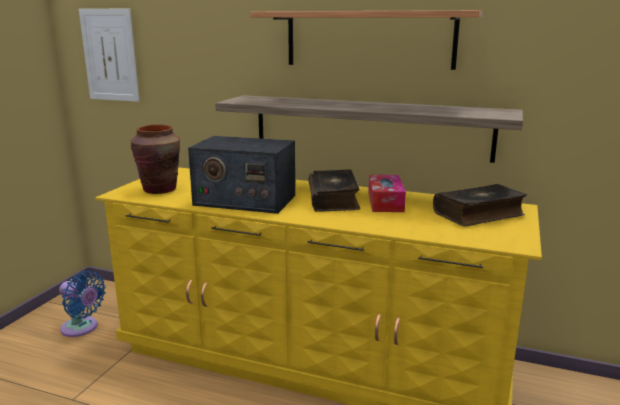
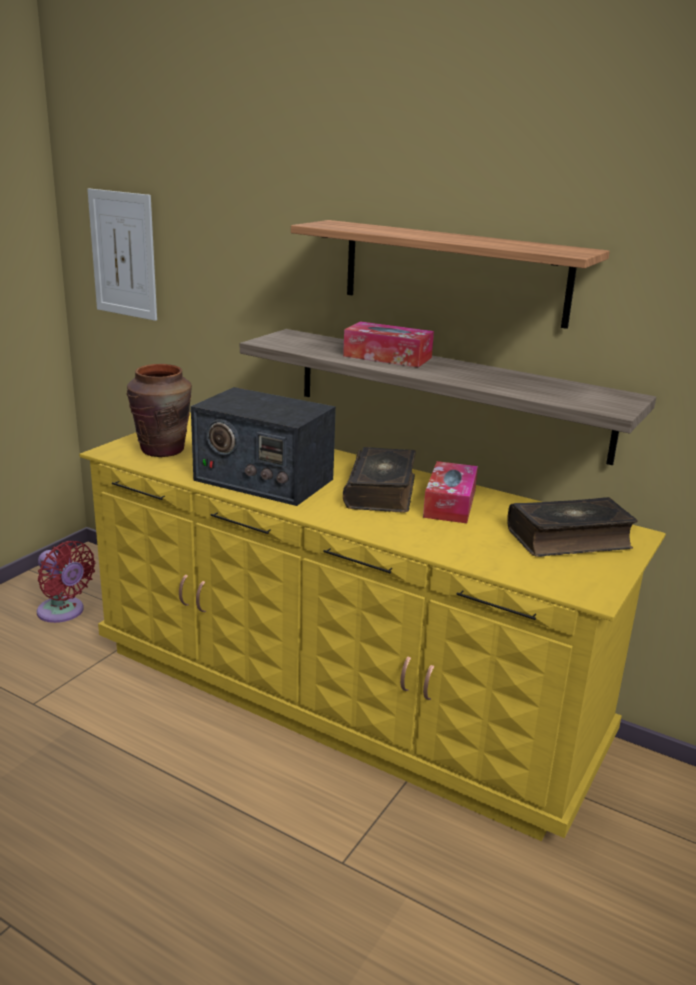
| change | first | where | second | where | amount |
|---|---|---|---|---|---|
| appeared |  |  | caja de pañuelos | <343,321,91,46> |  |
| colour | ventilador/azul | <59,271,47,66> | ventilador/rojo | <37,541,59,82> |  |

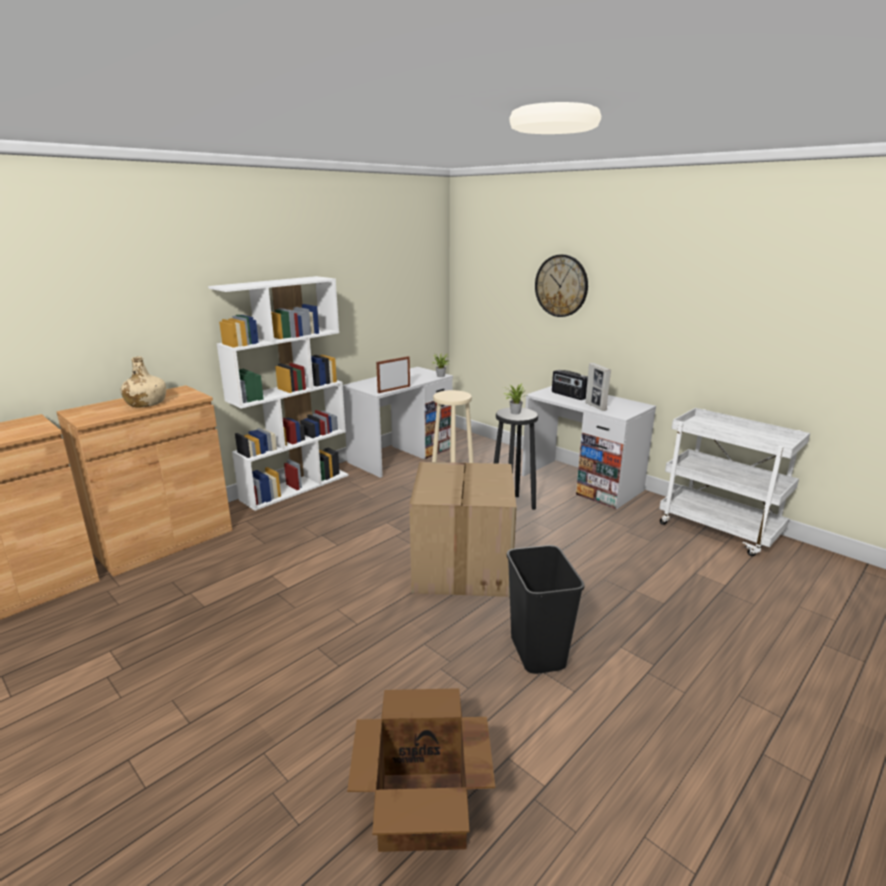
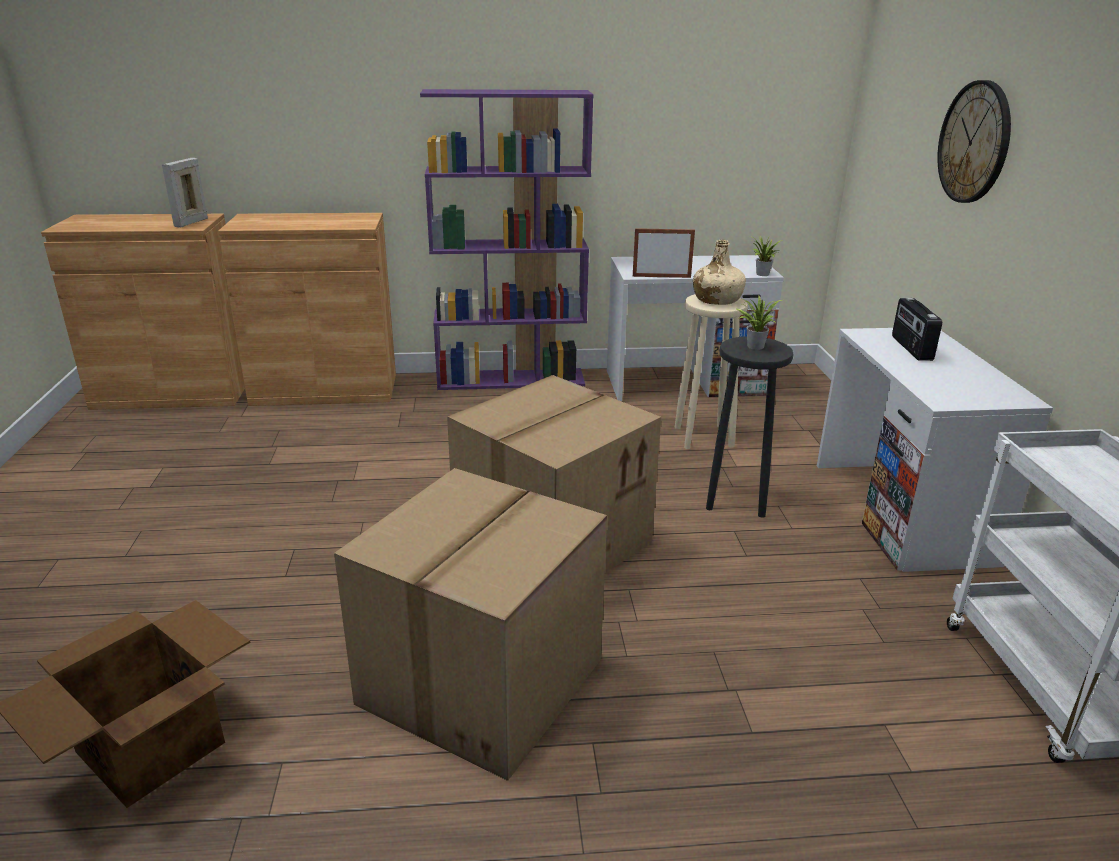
| change | first | where | second | where | amount |
|---|---|---|---|---|---|
| relocated | botella/beis | <120,356,46,51> |  | <693,240,53,65> |  |
| relocated | portarretratos | <585,363,26,48> |  | <162,158,46,70> |  |
| exchanged | papelera/negro | <507,545,77,129> | caja de cartón | <334,468,273,313> |  |
| colour | estantería/blanco | <208,276,141,235> | estantería/morado | <420,89,174,301> |  |

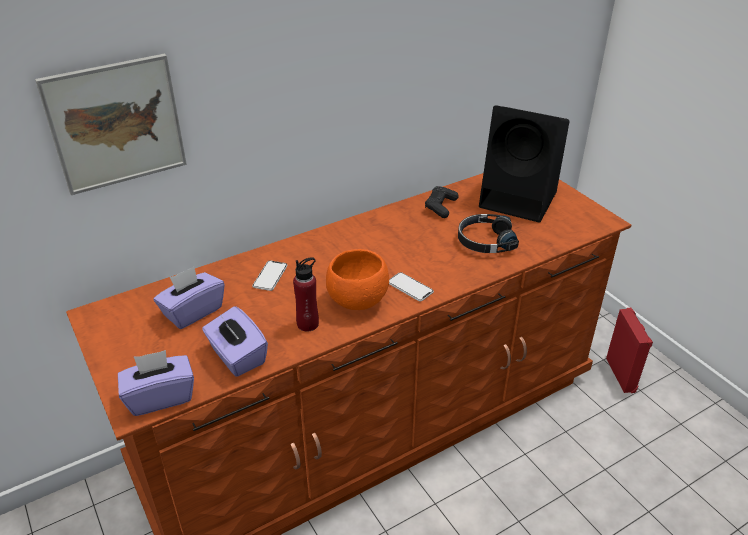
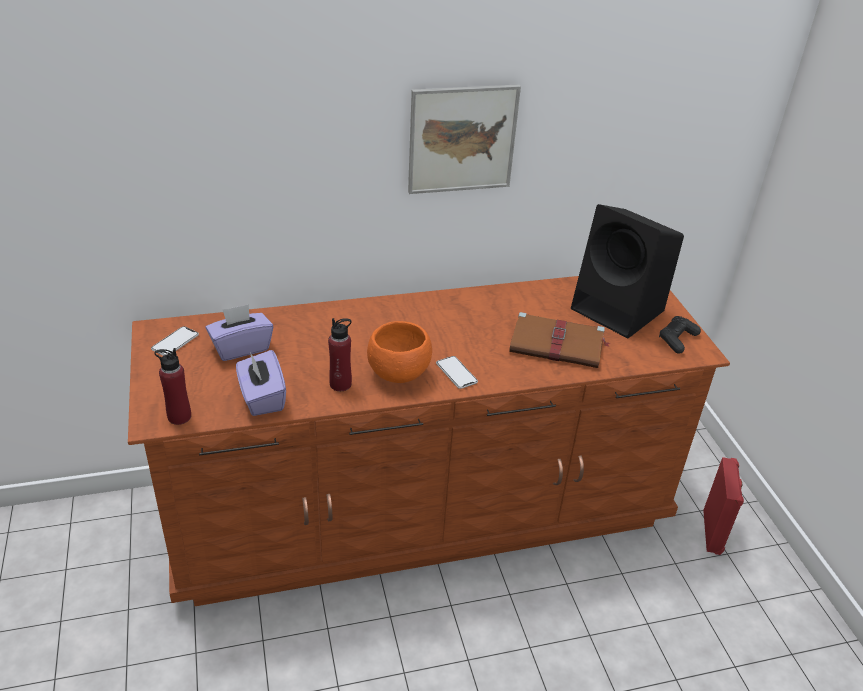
| change | first | where | second | where | amount |
|---|---|---|---|---|---|
| relocated | cuadro | <35,53,152,142> |  | <408,84,113,110> |  |
| relocated | móvil | <252,261,36,30> |  | <151,326,48,30> |  |
| relocated | mando de consola/negro | <425,186,34,32> |  | <659,316,42,38> |  |
| exchanged | caja de pañuelos/morado | <118,350,76,66> | botella/rojo | <155,348,36,77> |  |
| exchanged | auriculares/negro | <458,214,61,39> | libro/marrón | <509,312,101,56> |  |

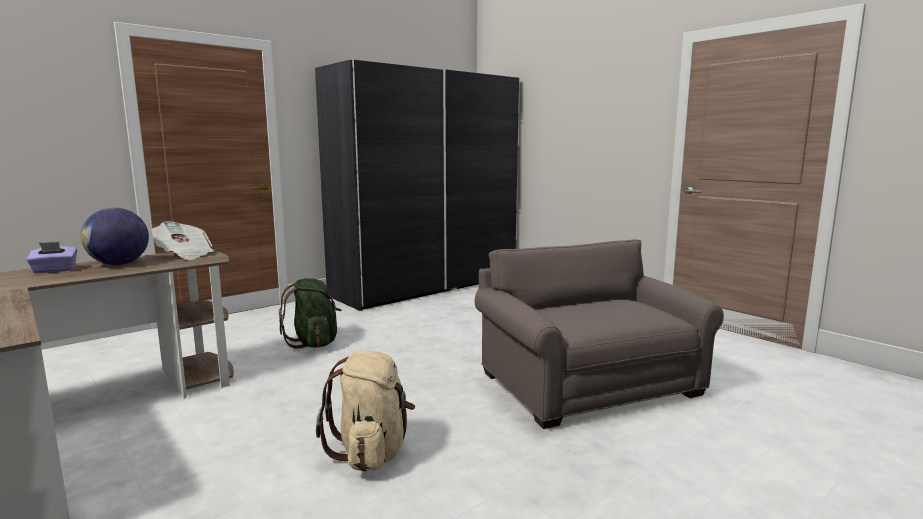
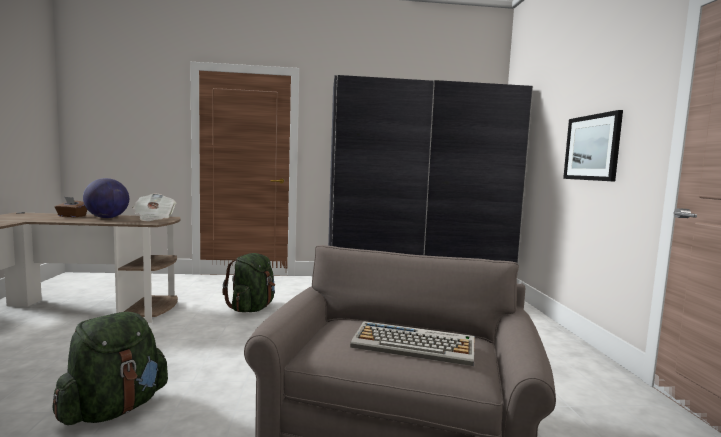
| change | first | where | second | where | amount |
|---|---|---|---|---|---|
| appeared |  |  | teclado | <350,321,124,45> |  |
| appeared |  |  | cuadro | <563,110,60,72> |  |
| colour | caja de pañuelos/morado | <26,242,51,31> | caja de pañuelos/marrón | <55,197,32,20> |  |
| colour | mochila/beis | <316,350,99,122> | mochila/verde | <52,312,116,113> |  |

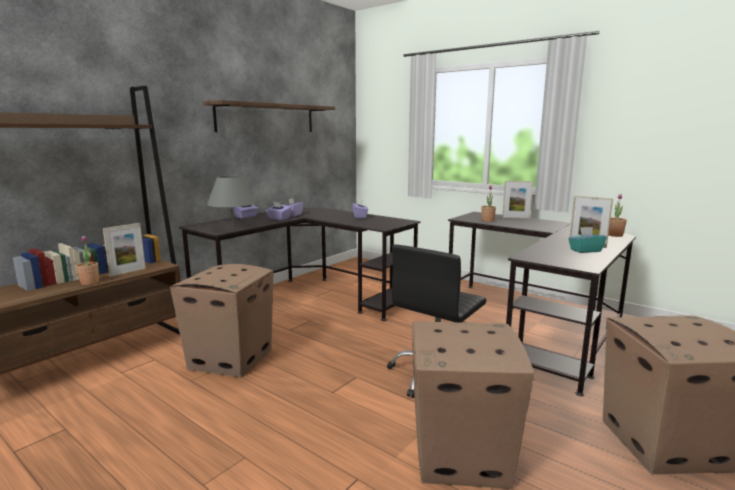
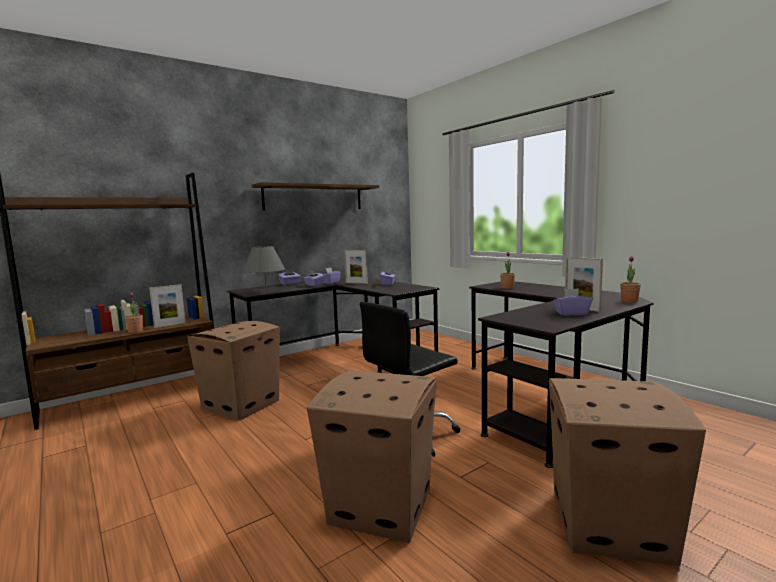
| change | first | where | second | where | amount |
|---|---|---|---|---|---|
| relocated | portarretratos | <502,181,31,38> |  | <344,250,24,34> |  |
| colour | caja de pañuelos/turquesa | <568,227,39,26> | caja de pañuelos/morado | <553,288,39,28> |  |

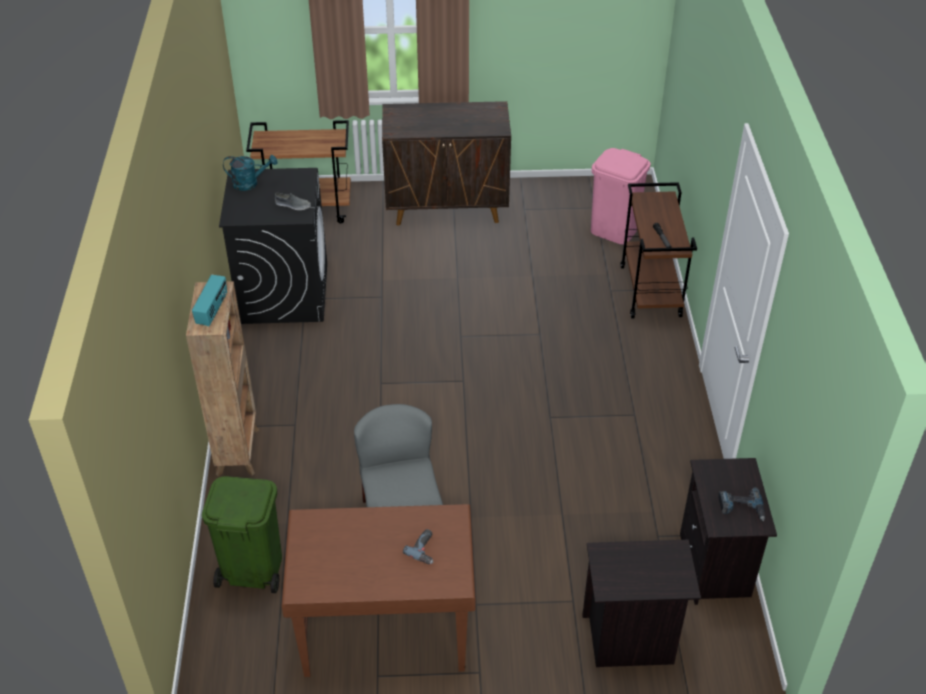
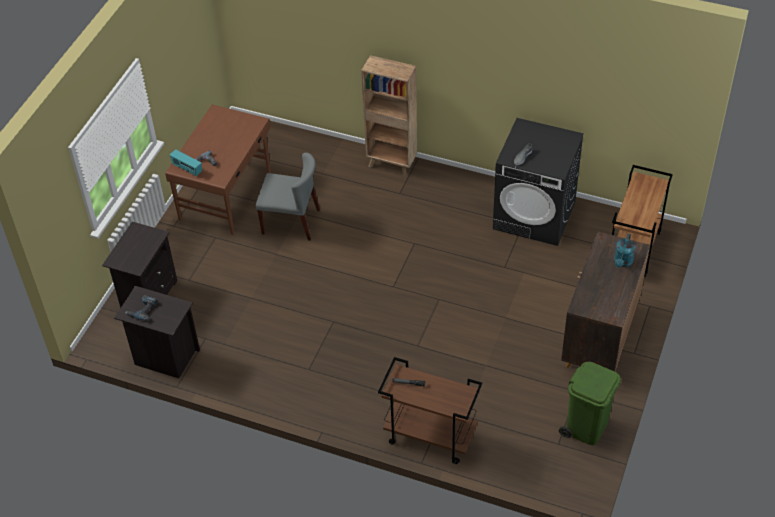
| change | first | where | second | where | amount |
|---|---|---|---|---|---|
| missing | papelera/rosa | <591,148,60,96> |  |  |  |
| relocated | radio | <192,275,35,51> |  | <170,149,32,27> |  |
| relocated | papelera/verde | <202,476,80,117> |  | <559,362,62,83> |  |
| relocated | regadera/turquesa | <223,155,55,36> |  | <614,233,21,34> |  |

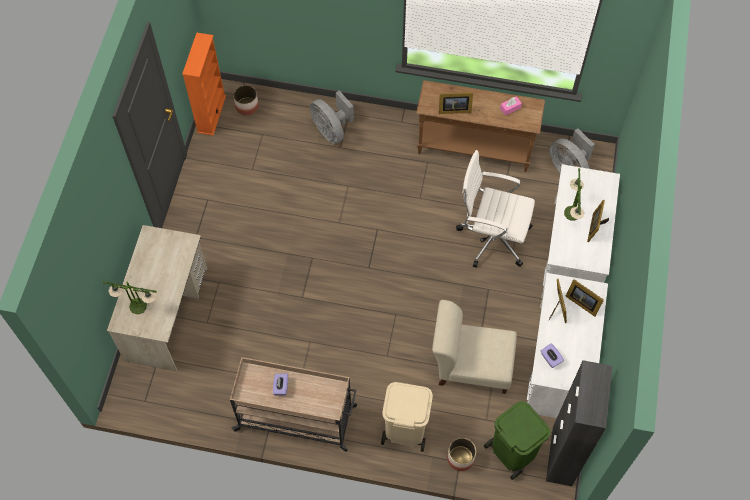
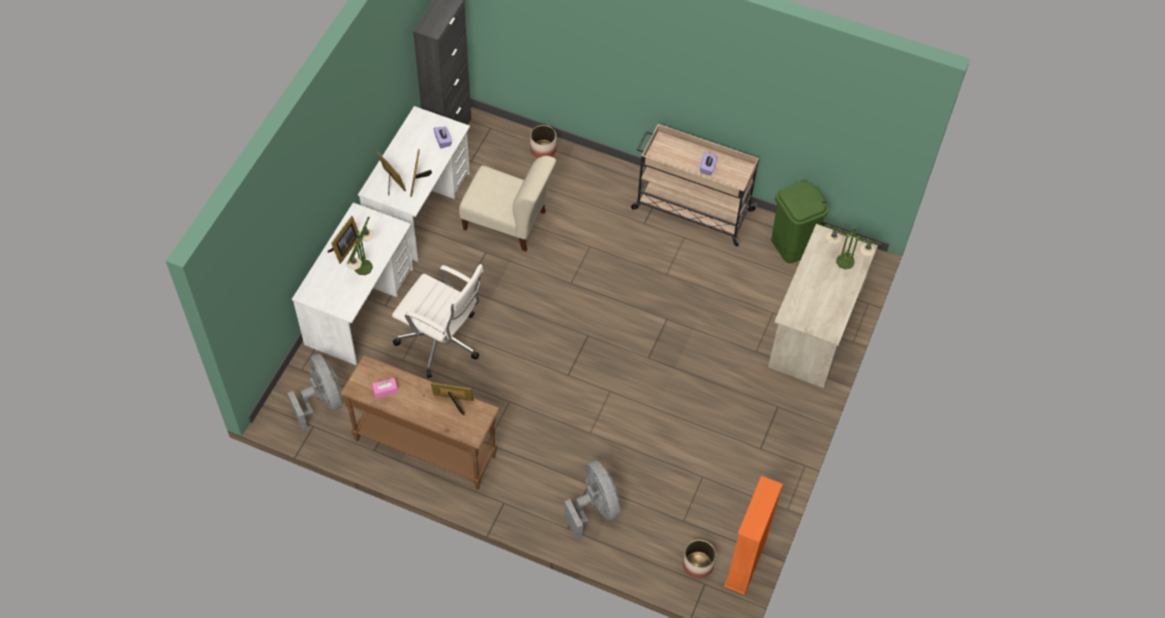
| change | first | where | second | where | amount |
|---|---|---|---|---|---|
| missing | papelera/beis | <381,382,52,70> |  |  |  |
| relocated | papelera/verde | <484,401,67,79> |  | <771,181,57,82> |  |

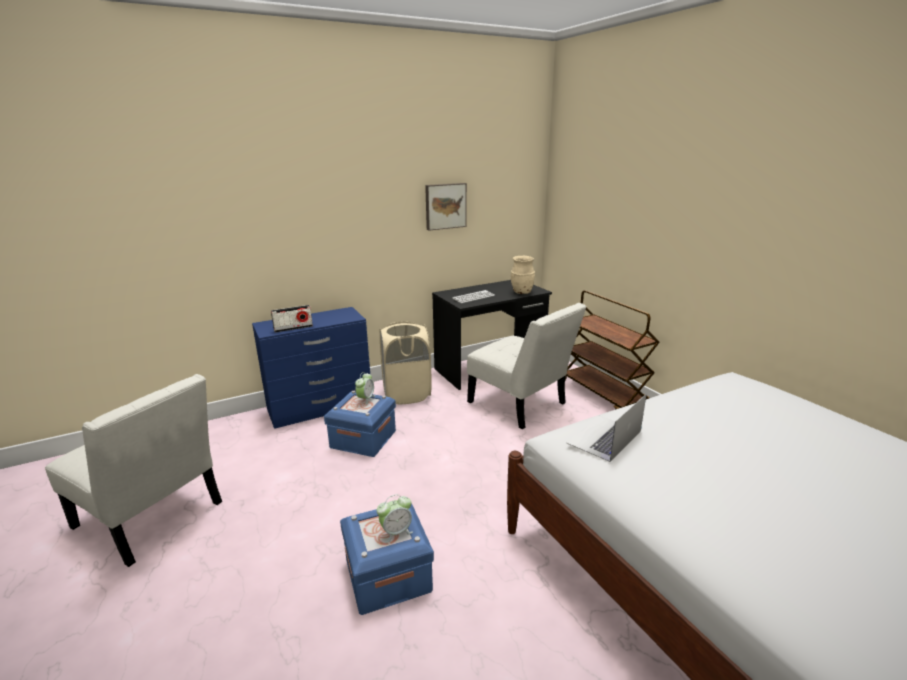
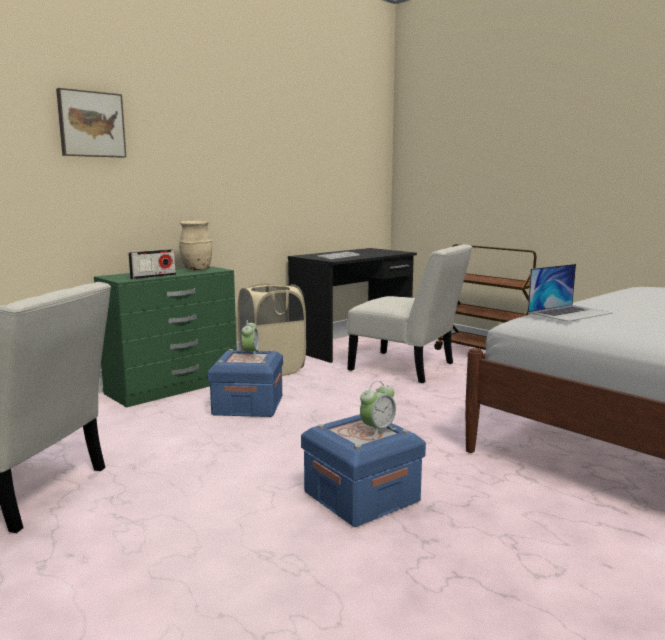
| change | first | where | second | where | amount |
|---|---|---|---|---|---|
| relocated | cuadro | <425,183,42,48> |  | <56,88,70,70> |  |
| relocated | florero/beis | <511,256,24,38> |  | <179,221,33,50> |  |
| colour | cómoda/azul | <252,307,118,122> | cómoda/verde | <94,266,143,141> |  |
| spun | portátil | <566,394,81,68> |  | <528,264,85,58> | 150 degrees counterclockwise |

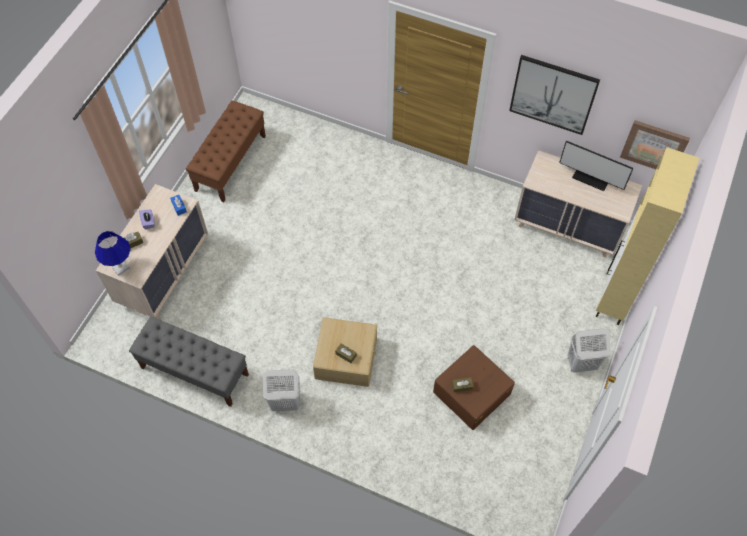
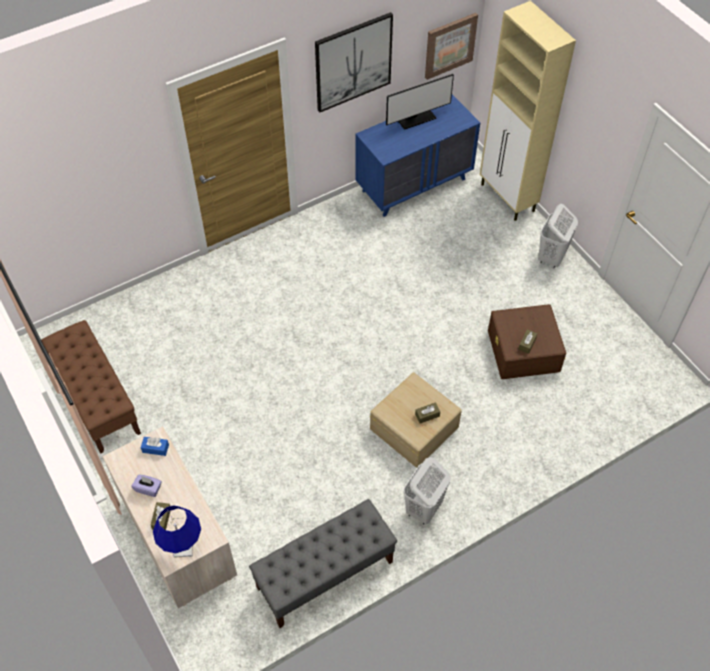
| change | first | where | second | where | amount |
|---|---|---|---|---|---|
| colour | cómoda/beis | <514,150,128,108> | cómoda/azul | <355,94,125,123> |  |

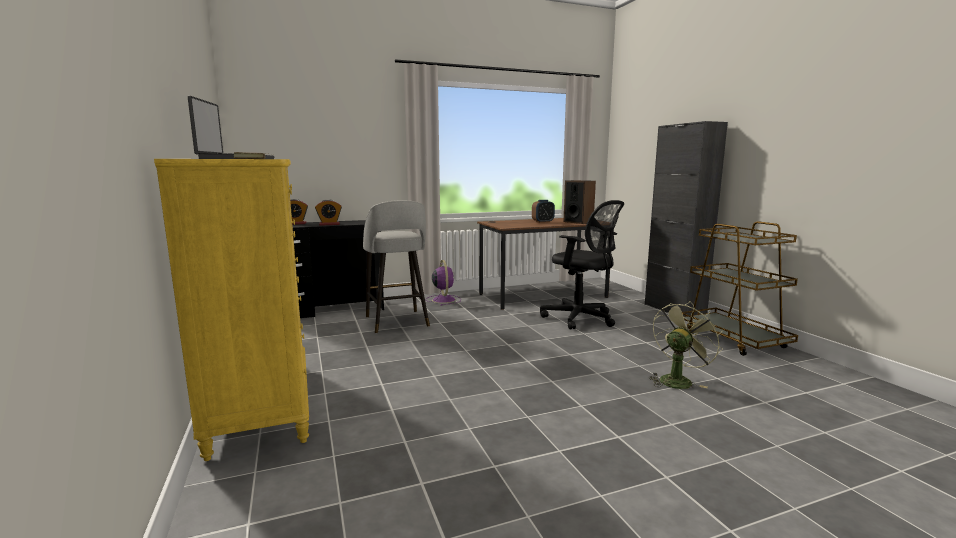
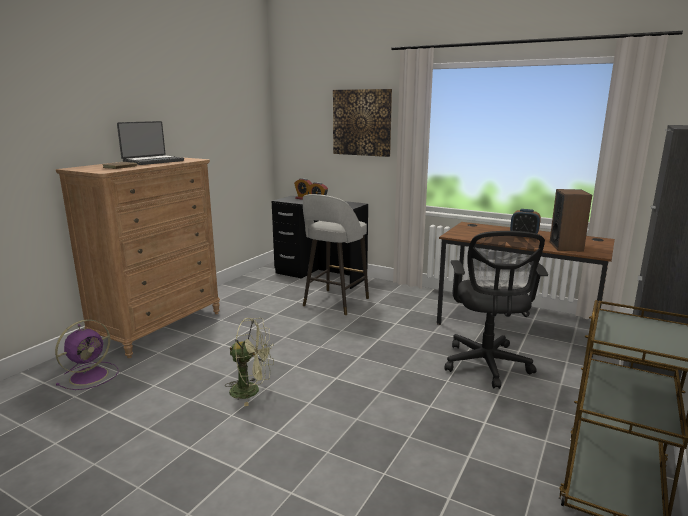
| change | first | where | second | where | amount |
|---|---|---|---|---|---|
| appeared |  |  | cuadro | <333,89,59,68> |  |
| relocated | ventilador/morado | <425,260,36,46> |  | <55,319,63,71> |  |
| relocated | ventilador/verde | <648,301,75,88> |  | <225,318,49,88> |  |
| colour | cómoda/amarillo | <154,159,155,302> | cómoda/marrón | <56,157,164,201> |  |

